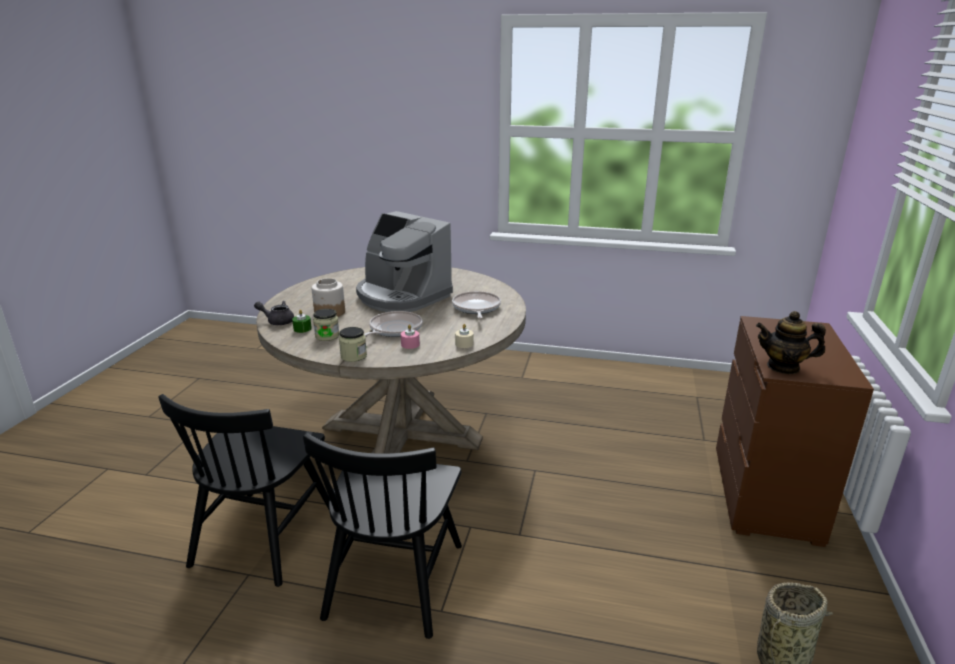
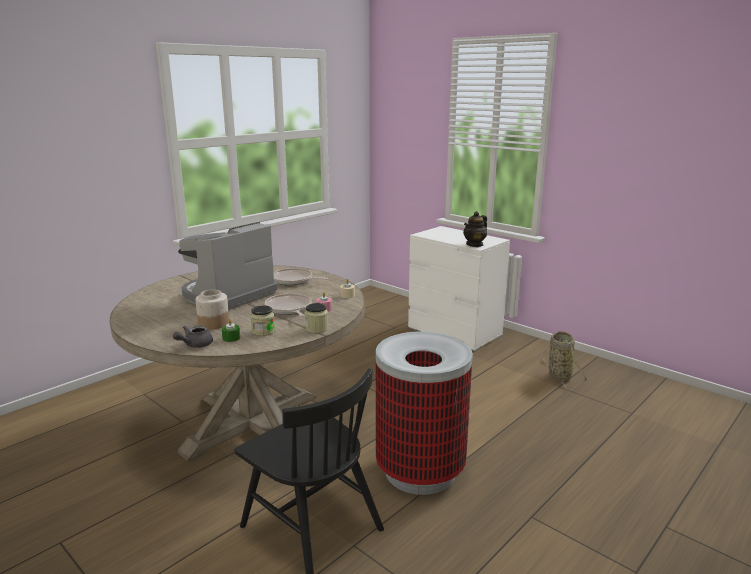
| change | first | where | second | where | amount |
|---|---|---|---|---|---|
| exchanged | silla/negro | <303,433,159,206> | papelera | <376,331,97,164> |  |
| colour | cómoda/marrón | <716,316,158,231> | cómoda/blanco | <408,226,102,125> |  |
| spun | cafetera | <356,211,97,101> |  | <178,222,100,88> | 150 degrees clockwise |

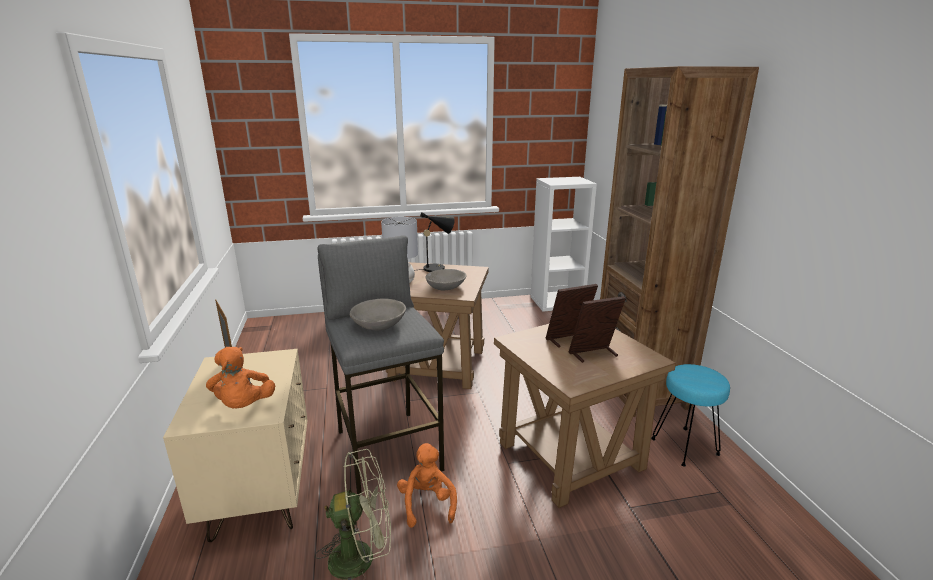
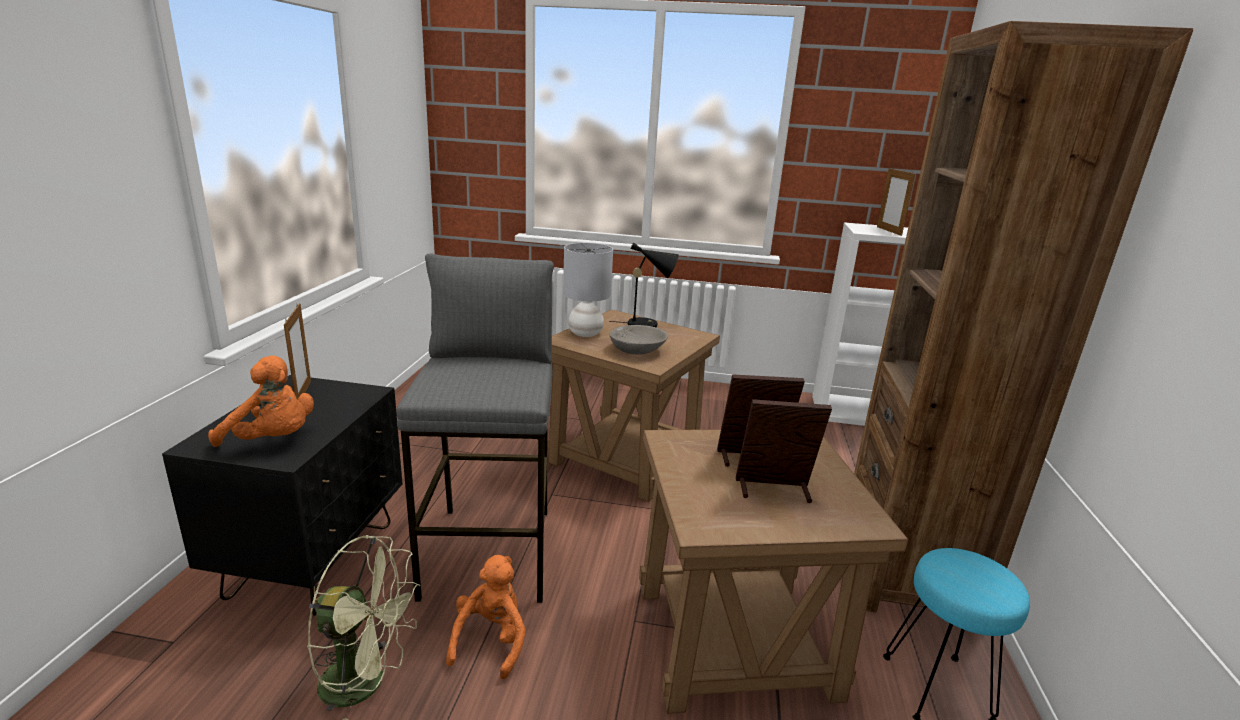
| change | first | where | second | where | amount |
|---|---|---|---|---|---|
| missing | cuenco/gris | <350,298,56,33> |  |  |  |
| appeared |  |  | portarretratos | <877,168,38,68> |  |
| colour | mesita de noche/beis | <163,349,145,193> | mesita de noche/negro | <162,375,240,241> |  |
| spun | peluche/naranja | <206,347,69,61> |  | <208,355,106,92> | 75 degrees counterclockwise |

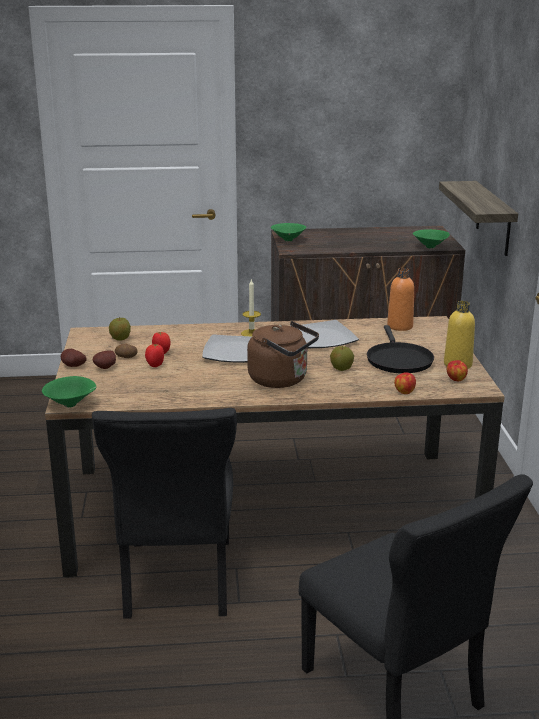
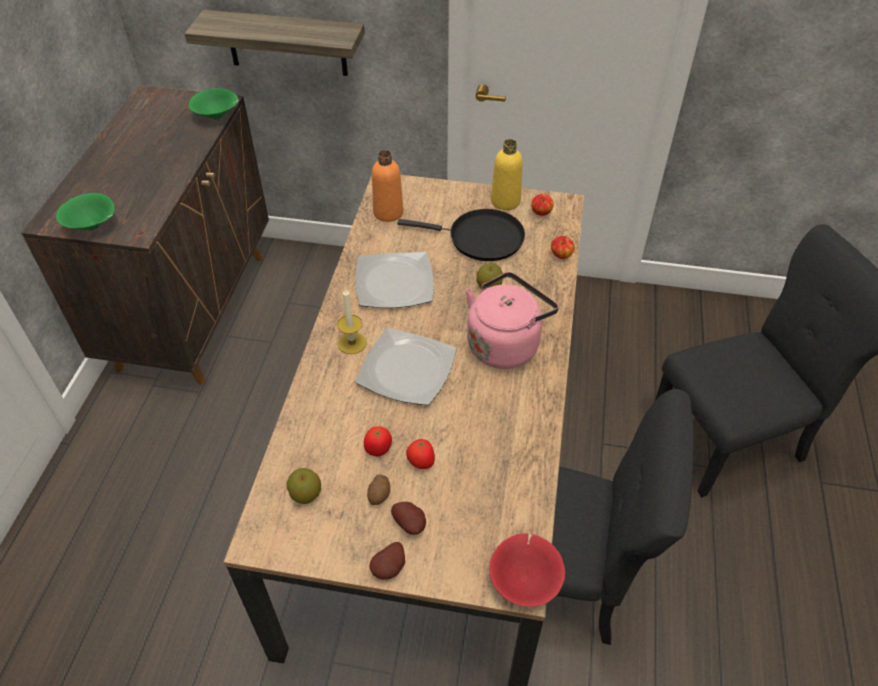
| change | first | where | second | where | amount |
|---|---|---|---|---|---|
| colour | cuenco/verde | <42,376,54,32> | cuenco/rojo | <489,533,76,74> |  |
| colour | hervidor/marrón | <247,321,72,67> | hervidor/rosa | <466,272,93,97> |  |

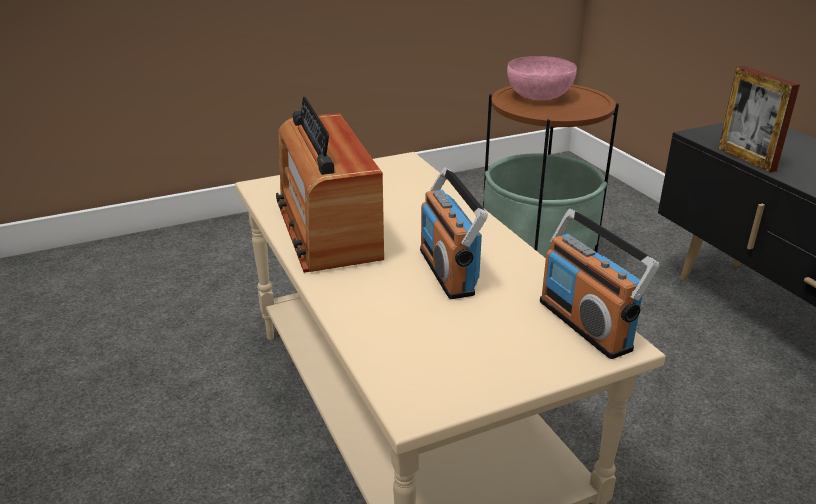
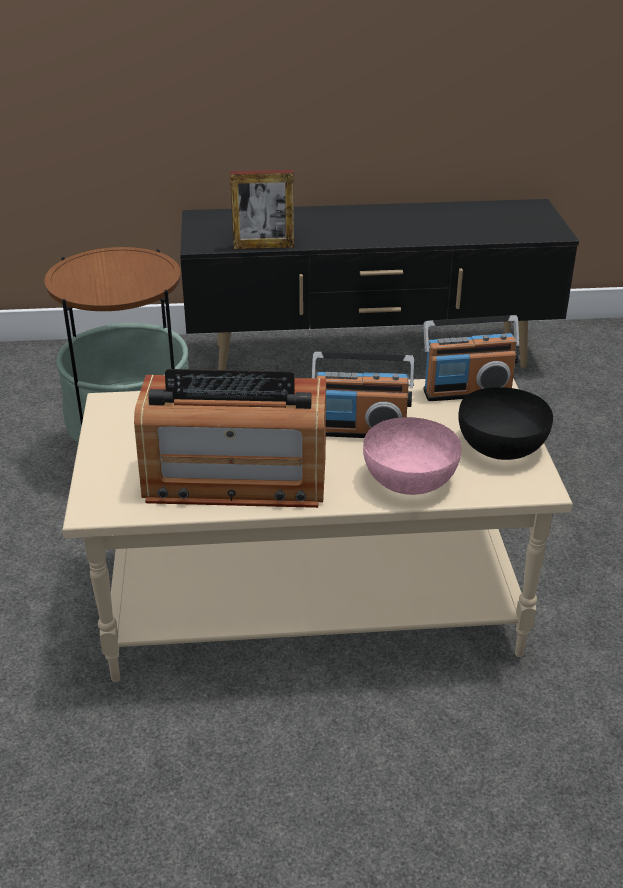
| change | first | where | second | where | amount |
|---|---|---|---|---|---|
| appeared |  |  | cuenco/negro | <458,387,95,73> |  |
| relocated | cuenco/rosa | <507,56,70,44> |  | <363,417,98,78> |  |

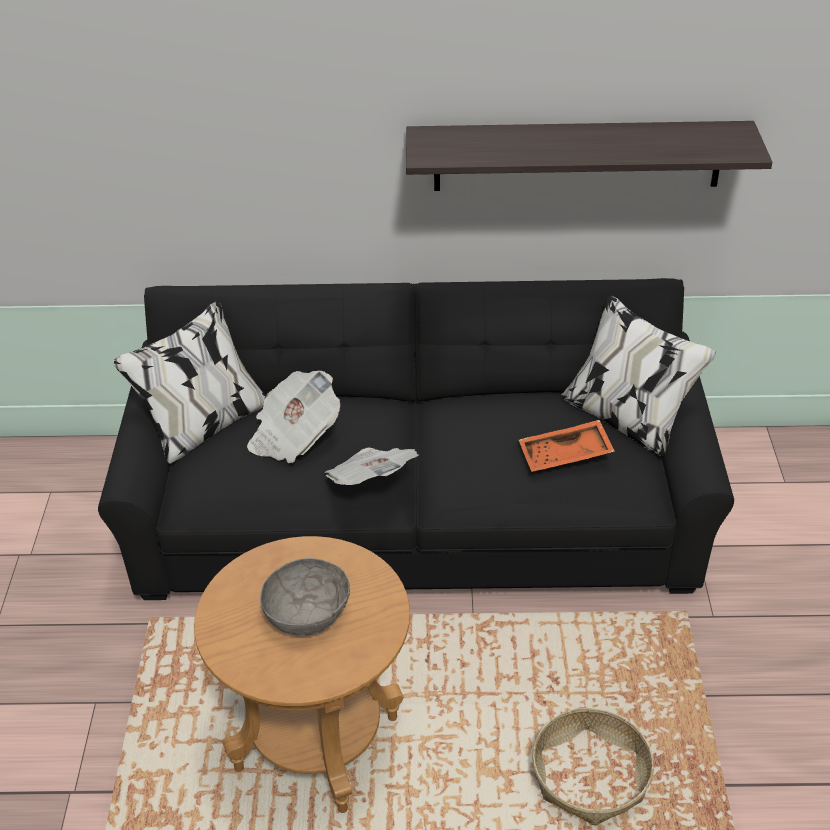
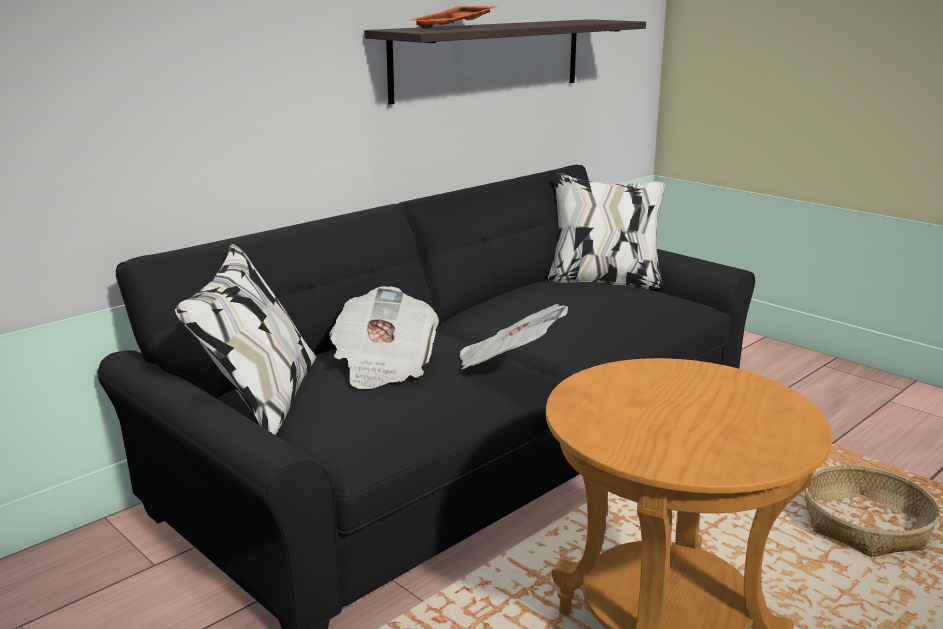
| change | first | where | second | where | amount |
|---|---|---|---|---|---|
| missing | cuenco/gris | <260,558,90,78> |  |  |  |
| relocated | bandeja/naranja | <519,420,96,52> |  | <408,6,90,22> |  |

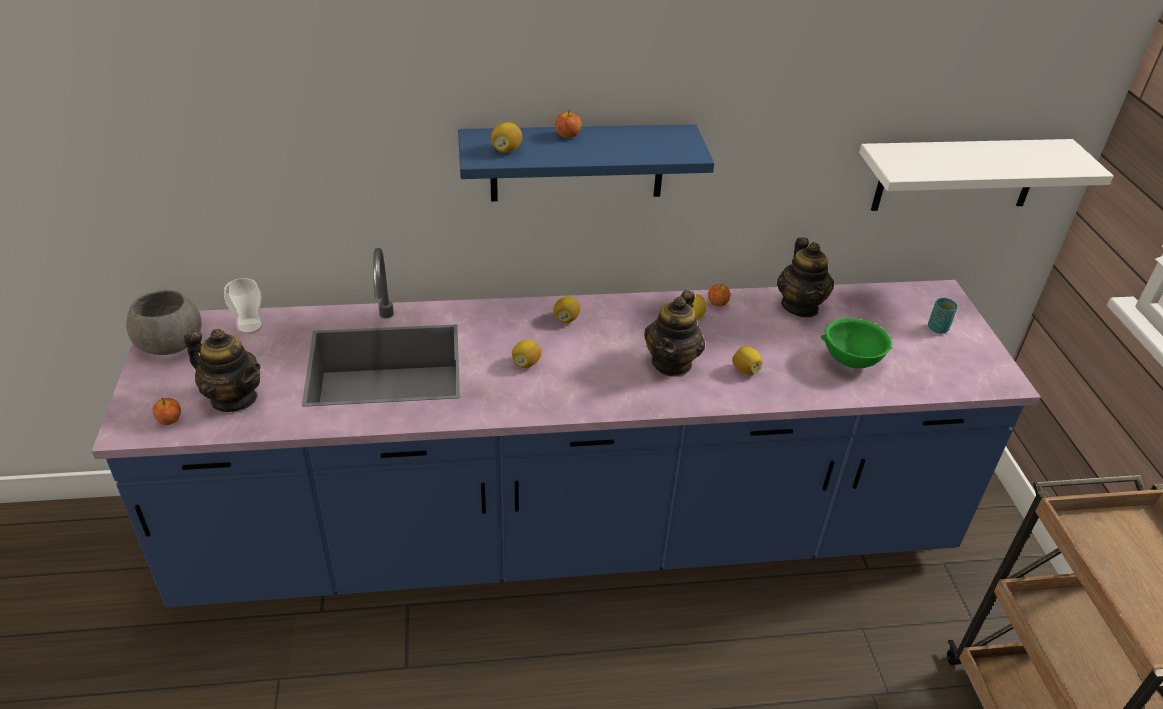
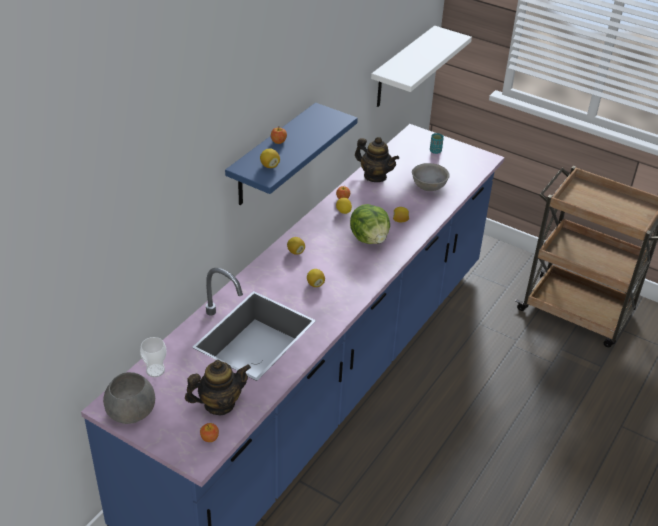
| change | first | where | second | where | amount |
|---|---|---|---|---|---|
| exchanged | tetera | <644,290,61,87> | lechuga | <350,204,40,40> |  |
| colour | cuenco/verde | <821,318,71,50> | cuenco/gris | <412,163,37,28> |  |

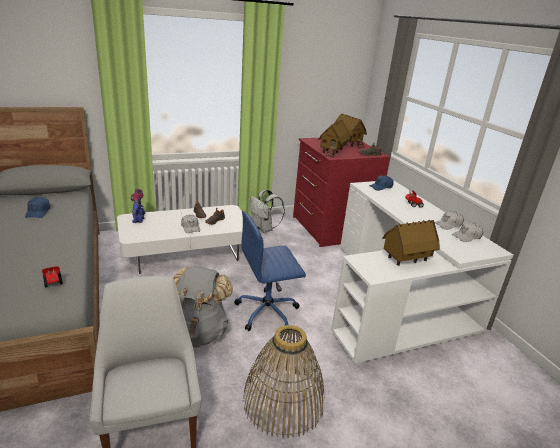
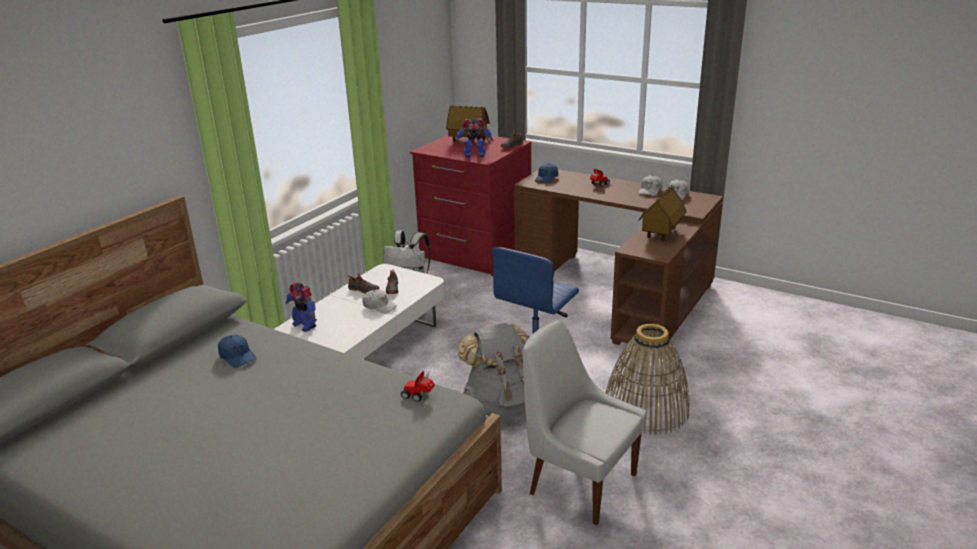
| change | first | where | second | where | amount |
|---|---|---|---|---|---|
| exchanged | casita | <318,120,33,38> | robot de juguete | <455,118,38,40> |  |
| colour | escritorio/blanco | <331,180,182,186> | escritorio/marrón | <514,170,209,175> |  |

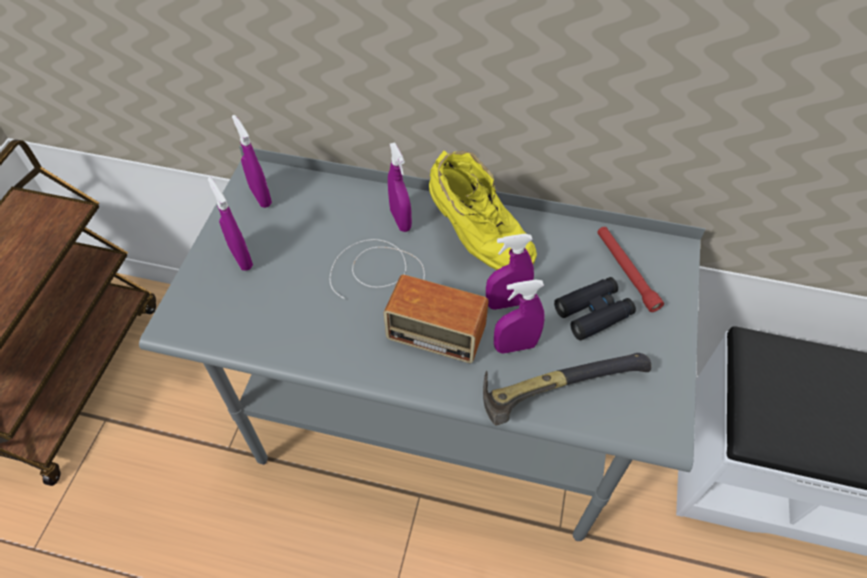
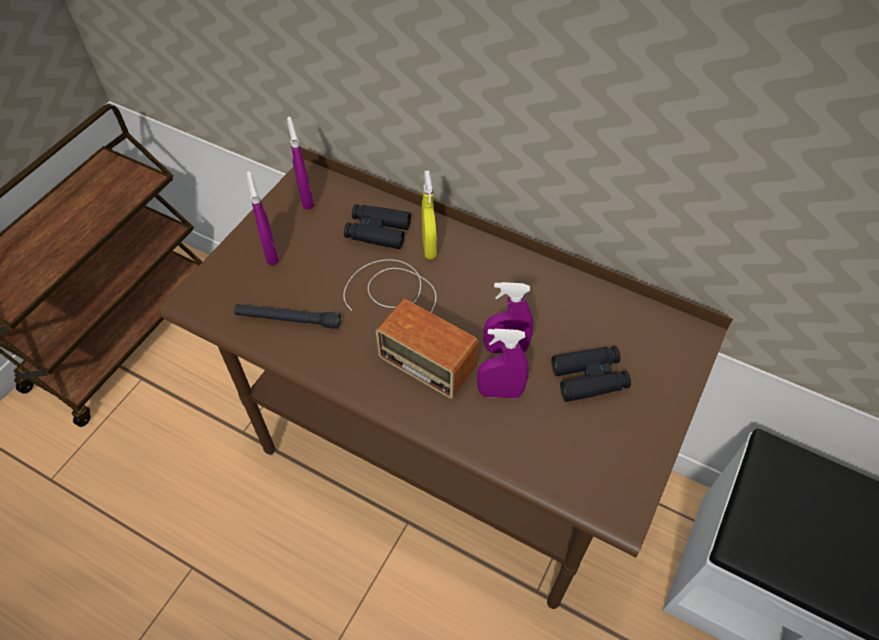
| change | first | where | second | where | amount |
|---|---|---|---|---|---|
| missing | bota/amarillo | <429,151,108,119> |  |  |  |
| missing | martillo | <483,353,168,73> |  |  |  |
| missing | linterna/rojo | <597,227,67,85> |  |  |  |
| appeared |  |  | linterna/negro | <234,304,107,25> |  |
| appeared |  |  | prismáticos/negro | <344,204,67,45> |  |
| colour | escritorio/gris | <139,146,567,395> | escritorio/marrón | <158,147,575,462> |  |
| colour | pulverizador/morado | <388,142,24,90> | pulverizador/amarillo | <422,170,15,89> |  |

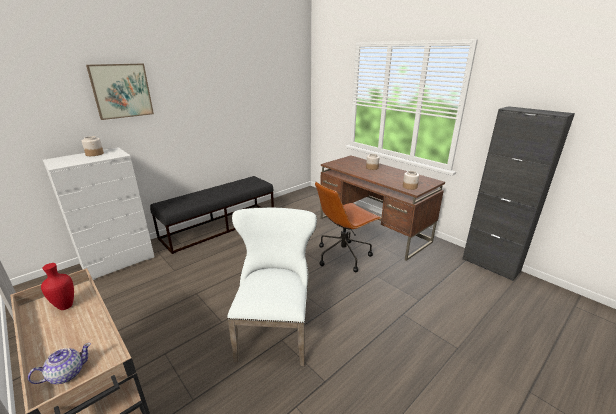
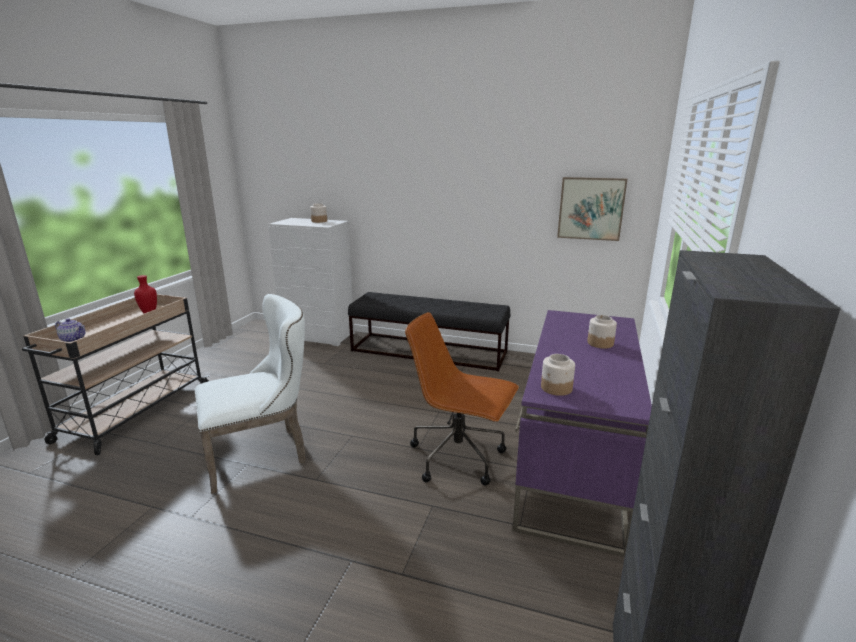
| change | first | where | second | where | amount |
|---|---|---|---|---|---|
| relocated | cuadro | <86,63,68,57> |  | <557,177,70,64> |  |
| colour | escritorio/marrón | <320,155,125,106> | escritorio/morado | <512,310,140,247> |  |

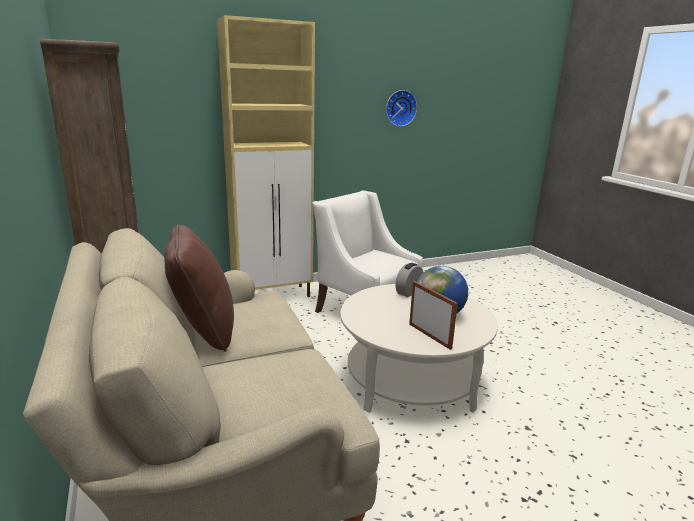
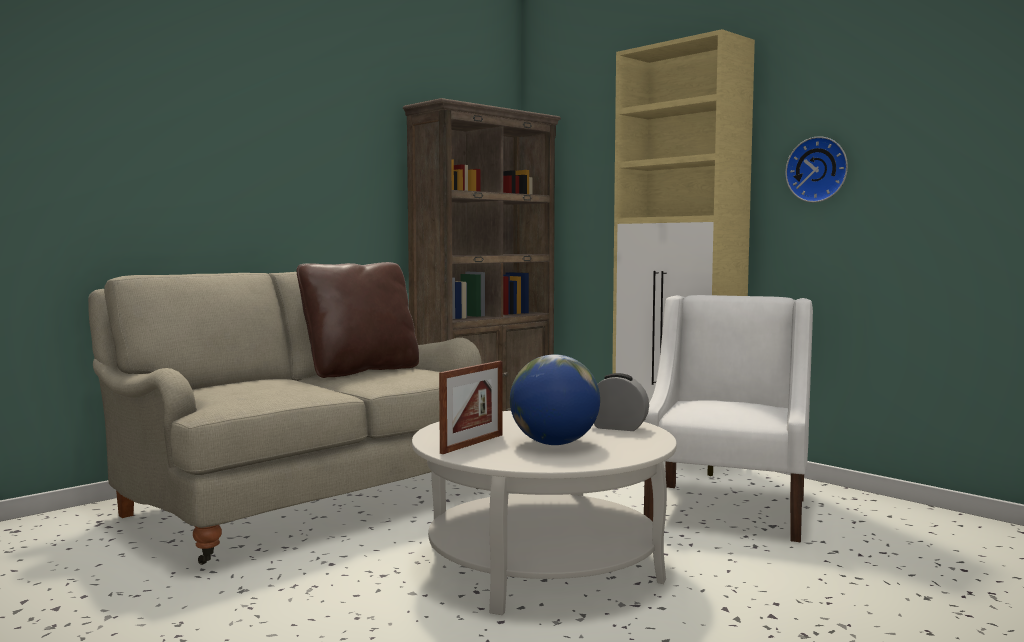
| change | first | where | second | where | amount |
|---|---|---|---|---|---|
| relocated | reloj de pared | <386,90,31,37> |  | <785,136,63,67> |  |

